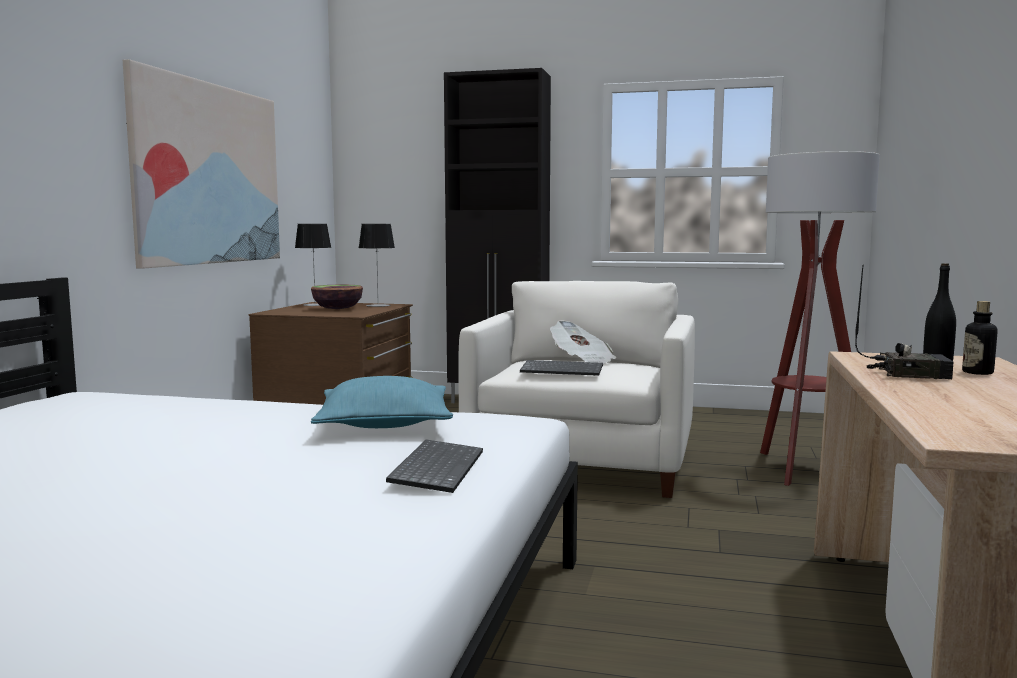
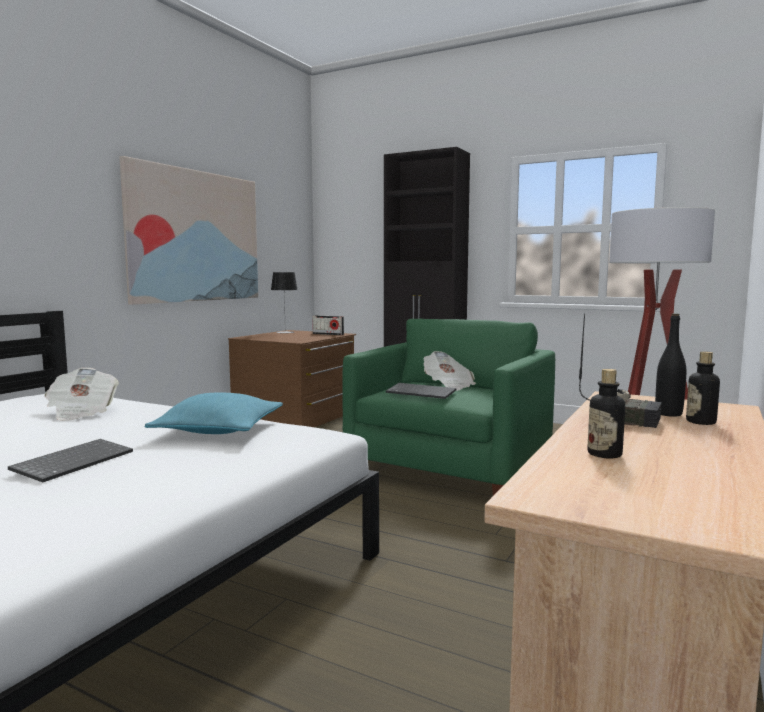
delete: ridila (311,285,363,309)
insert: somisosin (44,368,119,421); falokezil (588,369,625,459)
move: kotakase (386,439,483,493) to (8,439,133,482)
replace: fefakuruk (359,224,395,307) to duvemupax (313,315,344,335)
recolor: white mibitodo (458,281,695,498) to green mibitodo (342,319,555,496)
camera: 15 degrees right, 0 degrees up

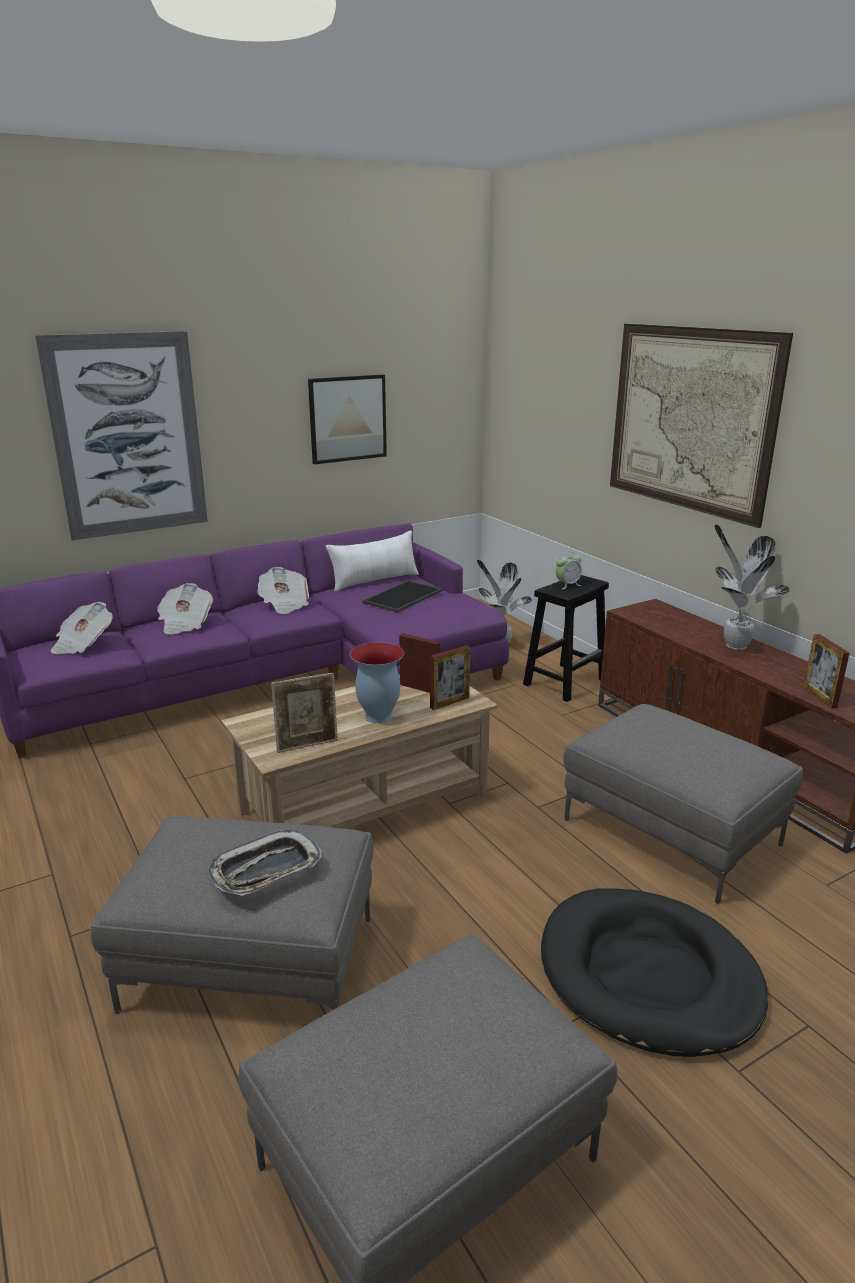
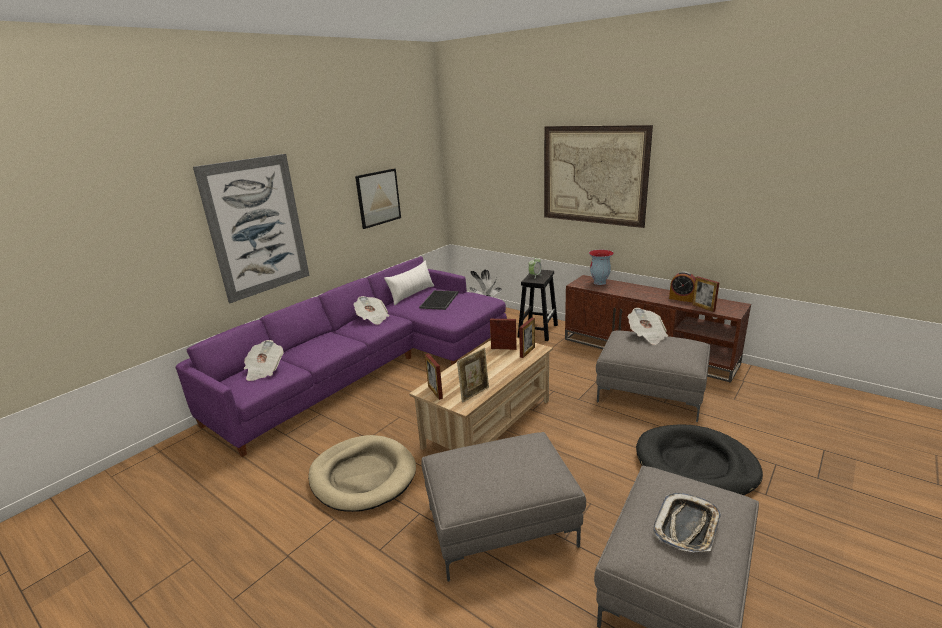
delete: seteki (715,525,790,650)
insert: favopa (669,271,696,302); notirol (425,354,443,400); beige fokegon (308,435,416,512)
move: somisosin (157,583,213,635) to (628,308,668,345); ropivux (350,642,404,723) to (589,250,614,285); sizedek (208,830,322,896) to (653,493,721,552)
camera: 20 degrees left, 0 degrees up

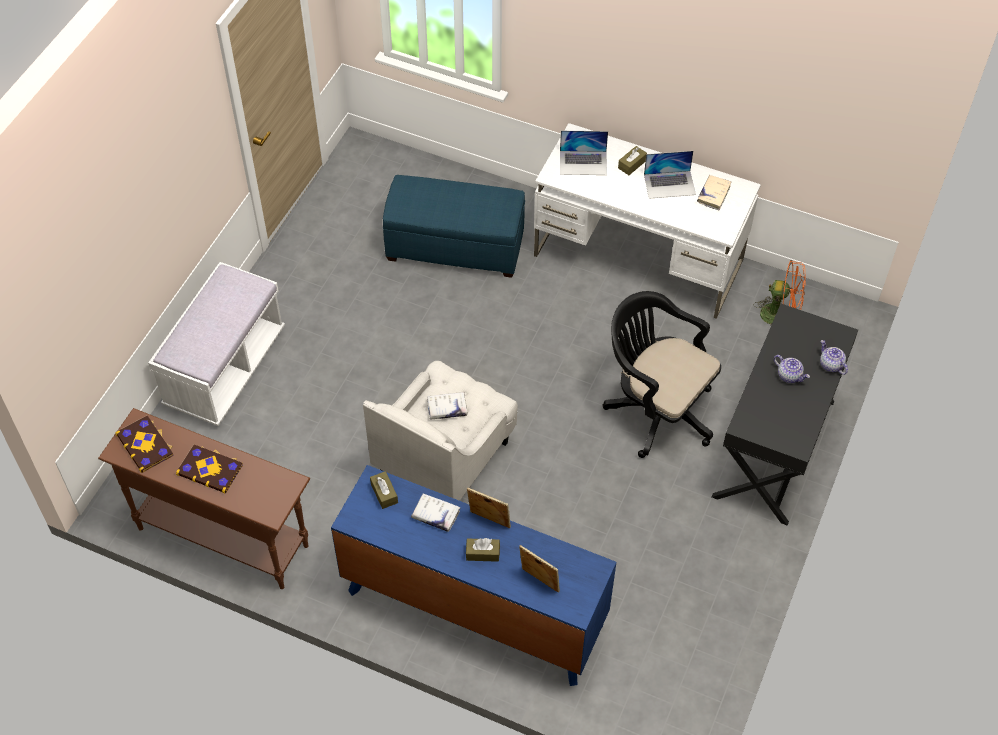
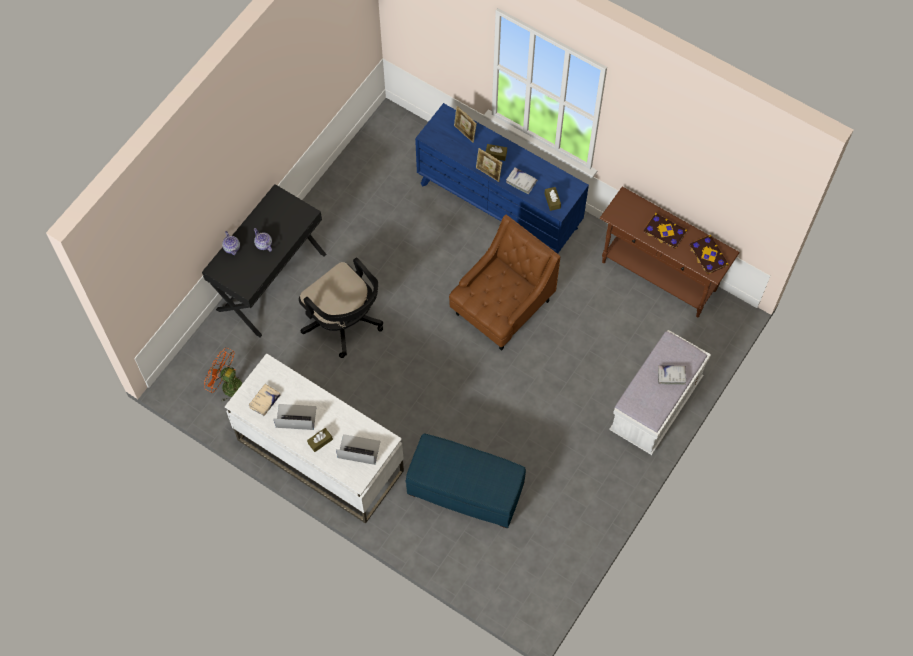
move: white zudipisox (427,392,467,419) to (658,365,686,385)
recolor: white mibitodo (363,361,518,501) to brown mibitodo (449,215,561,351)
camera: 170 degrees left, 10 degrees up

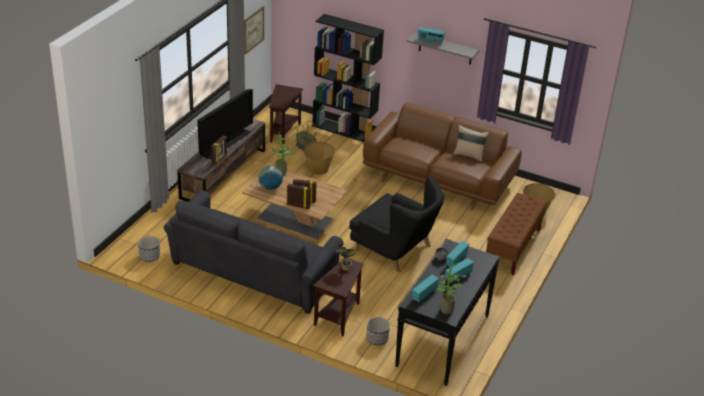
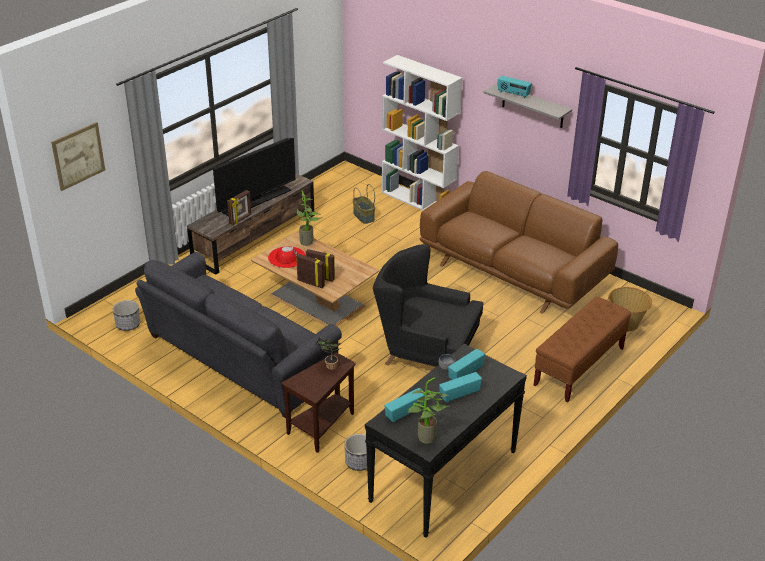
delete: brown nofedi (269,84,303,144); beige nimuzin (453,125,489,162); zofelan (303,142,335,175)
move: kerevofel (244,6,264,55) to (51,122,105,191)
replace: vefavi (258,165,283,190) to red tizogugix (268,246,306,268)
recolor: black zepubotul (312,14,384,142) to white zepubotul (382,55,462,210)
rotate: black mibitodo (349,176,445,273) = (373,244,484,367) 150 degrees clockwise
camera: 15 degrees right, 0 degrees up

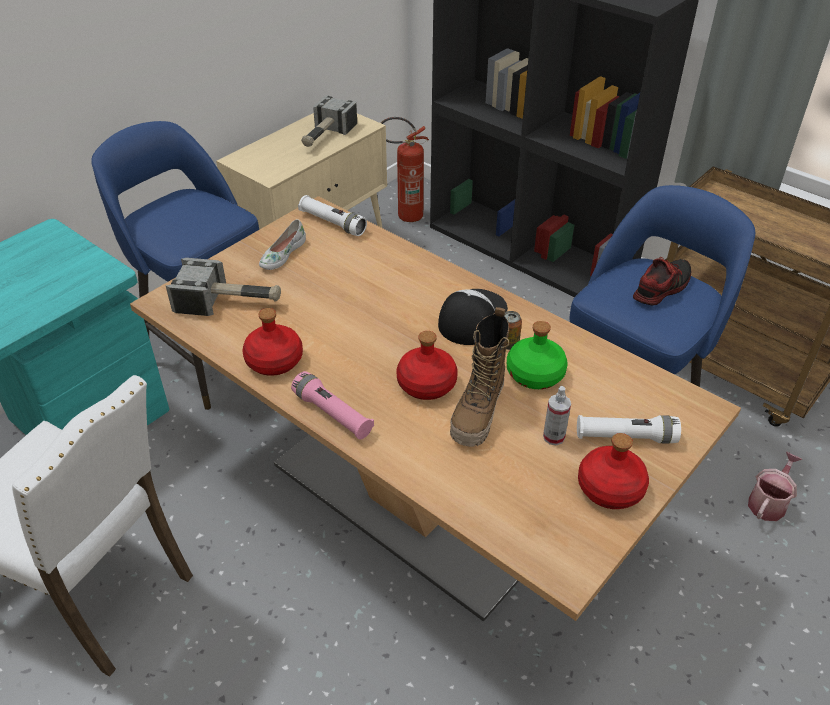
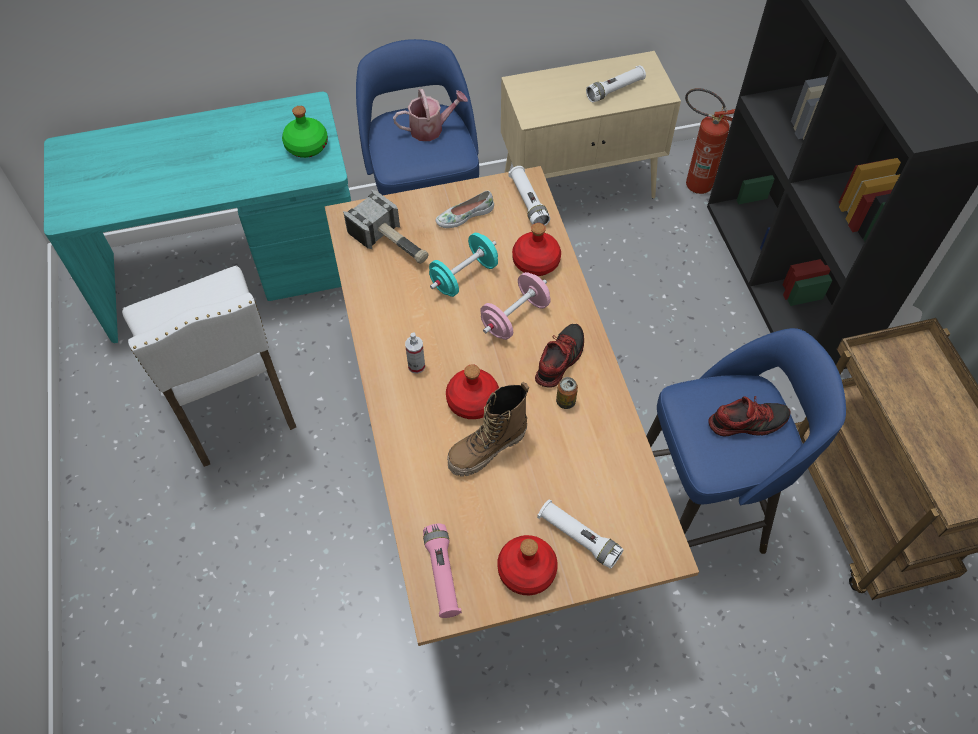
insert: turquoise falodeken (429,233,498,297); pink falodeken (480,272,551,340)
move: red falokezil (242,308,303,376) to (512,223,561,276); green falokezil (507,321,568,389) to (282,106,328,158); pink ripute (291,371,374,439) to (423,524,462,618); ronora (543,386,571,445) to (405,333,425,374); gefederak (748,452,802,521) to (393,89,468,141)
replace: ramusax (301,95,357,147) to white ripute (586,65,646,102); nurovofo (438,289,508,345) to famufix (535,324,584,388)
camera: 35 degrees right, 15 degrees up

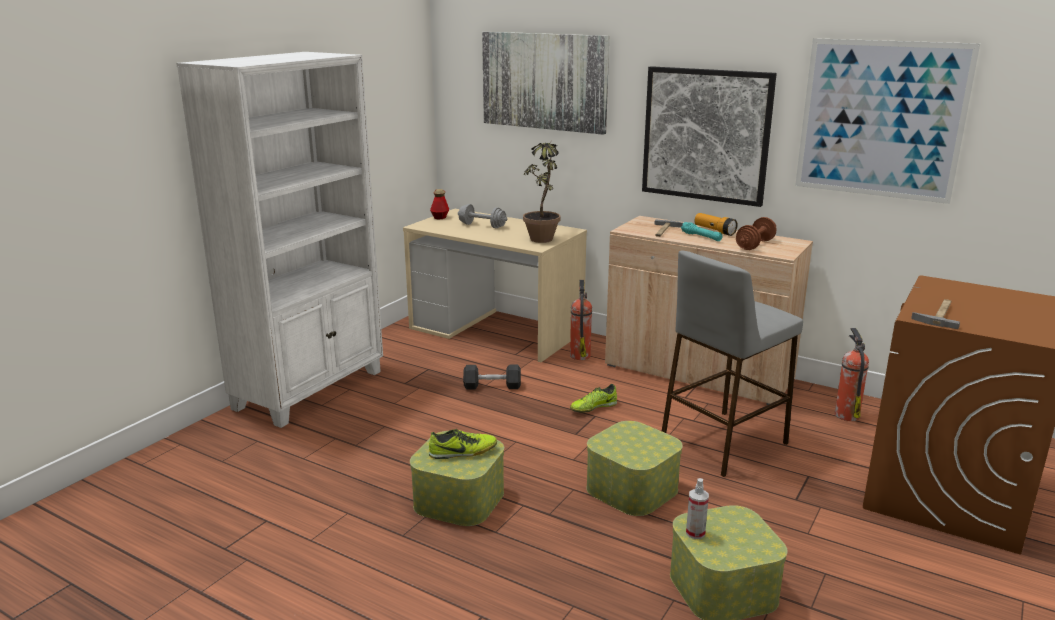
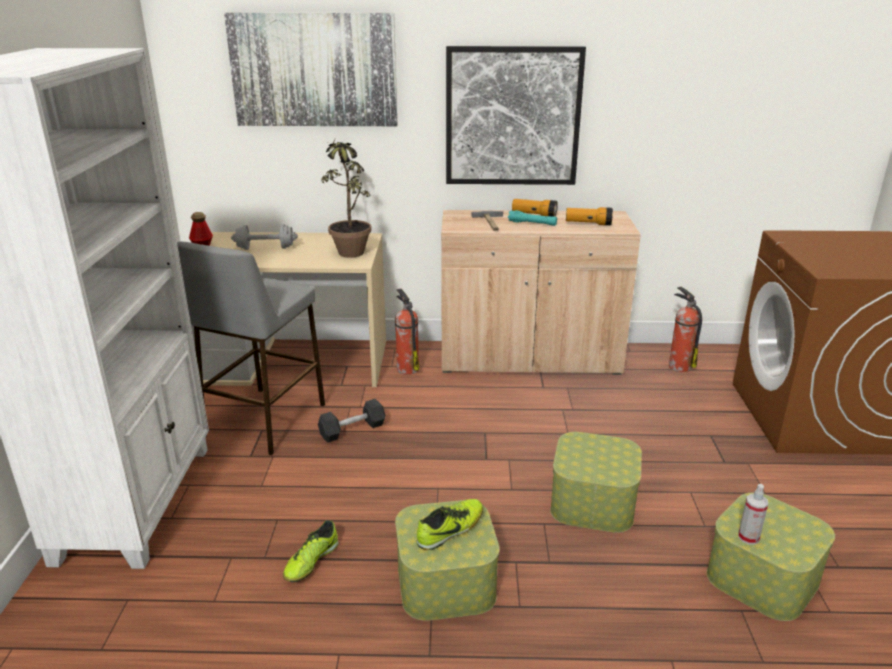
delete: kerevofel (795,38,980,204); ramusax (911,299,960,329)
move: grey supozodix (662,251,803,477) to (177,241,325,455); famufix (570,384,617,413) to (283,520,339,582)
replace: brown falodeken (736,217,776,250) to ripute (566,207,613,225)
camera: 30 degrees left, 5 degrees up

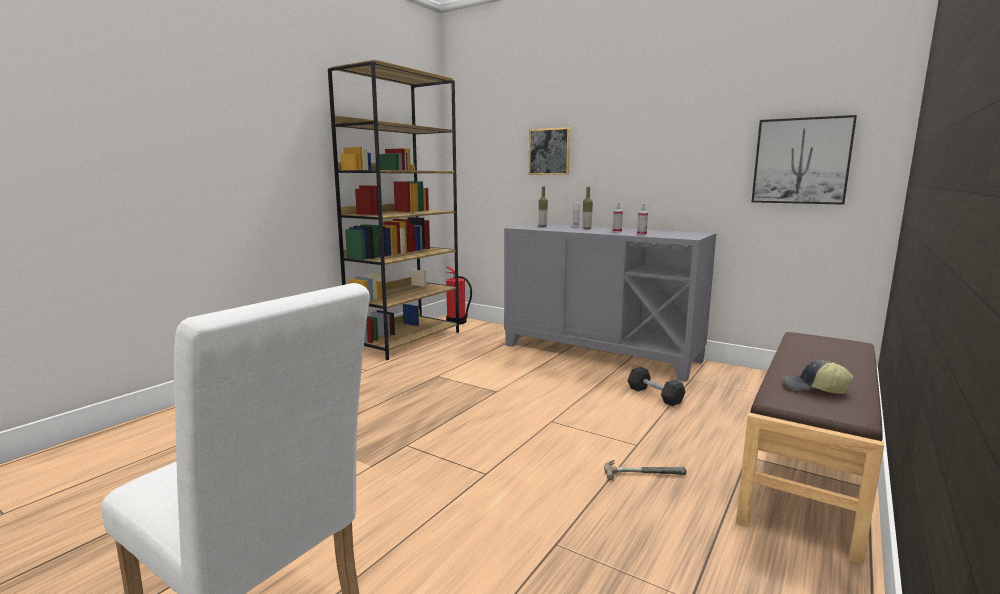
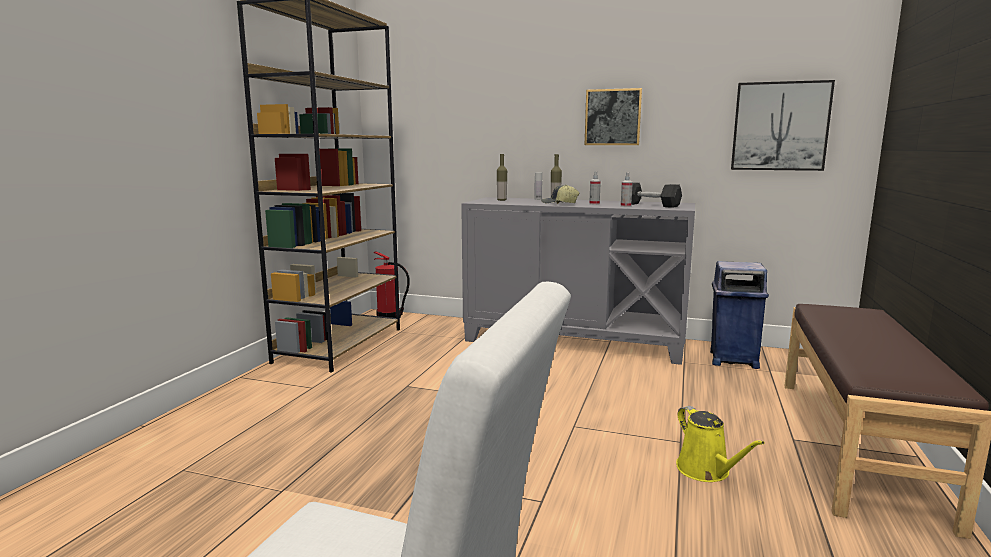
insert: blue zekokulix (710,261,769,369)
move: kerevofel (529,127,570,175) to (584,88,642,145); nurovofo (783,360,853,394) to (541,185,580,204); grey falodeken (627,367,686,406) to (631,182,682,208)
replace: ramusax (604,460,686,480) to yellow gefederak (676,406,765,482)
camera: 15 degrees left, 0 degrees up

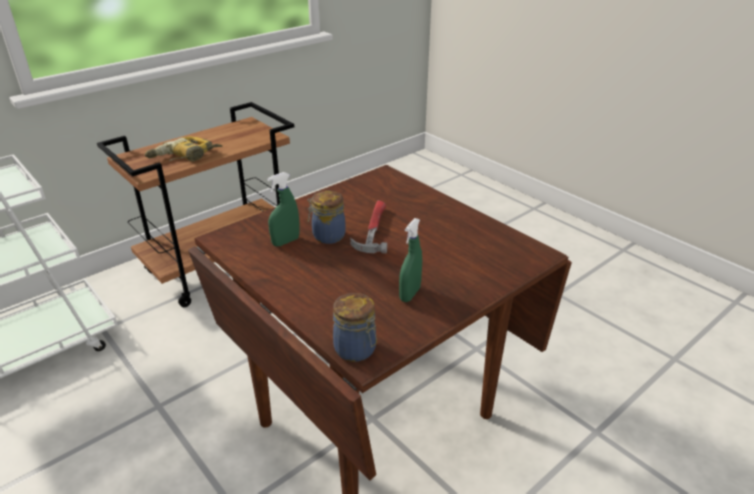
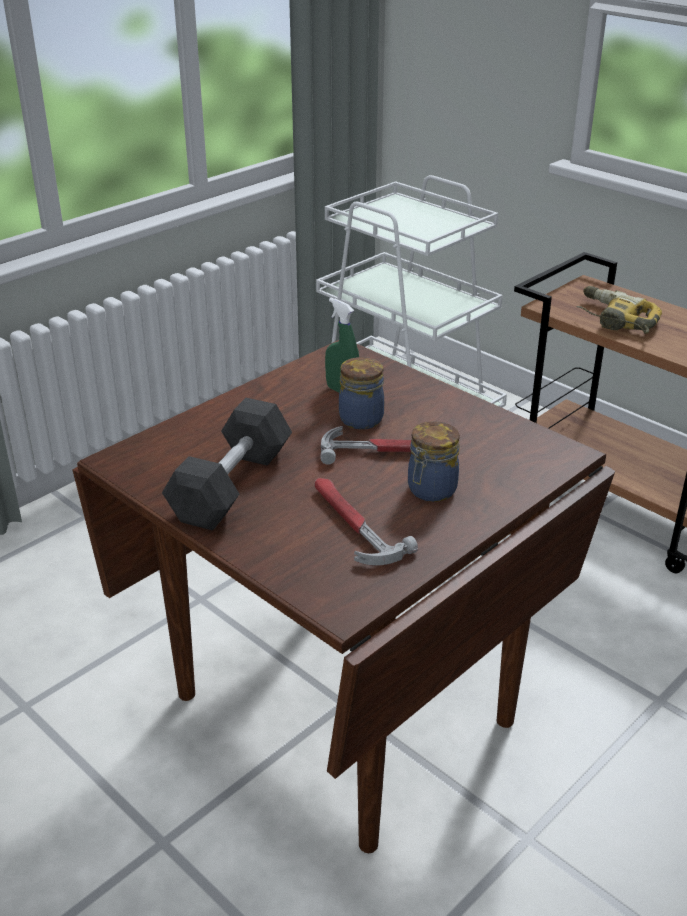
insert: ramusax (315,478,418,566)
move: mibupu (333,293,377,362) to (408,421,460,502)
replace: green ronora (399,218,422,302) to grey falodeken (162,398,292,531)
camera: 85 degrees right, 0 degrees up

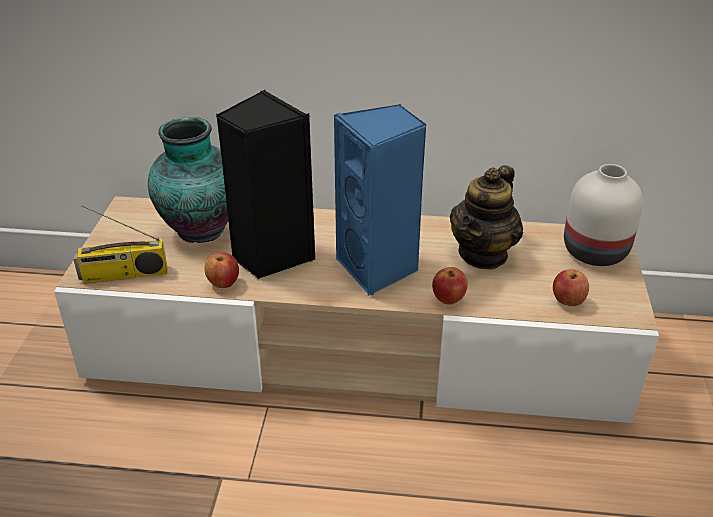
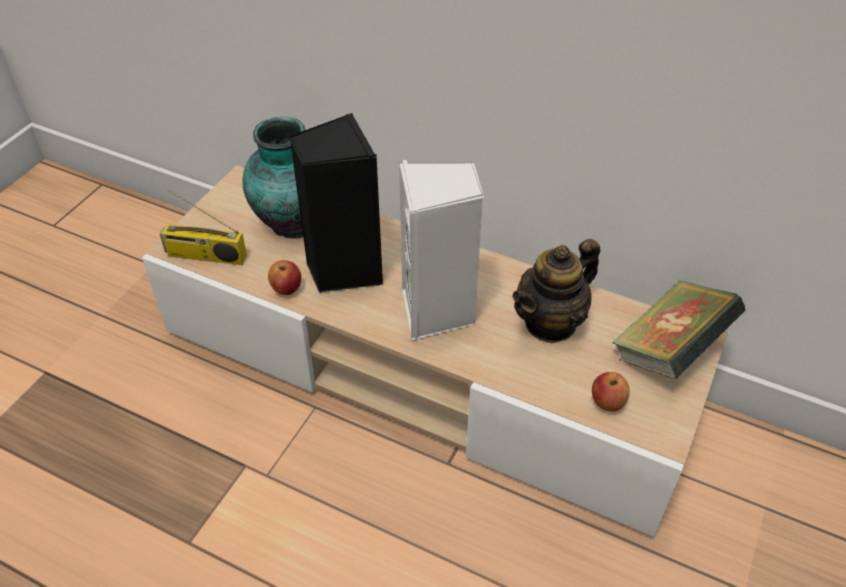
delete: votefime (432,267,468,305)
replace: white ropivux (564,164,643,266) to zudipisox (612,280,745,379)
recolor: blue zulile (334,104,427,296) to white zulile (399,160,484,340)
camera: 20 degrees right, 10 degrees up

